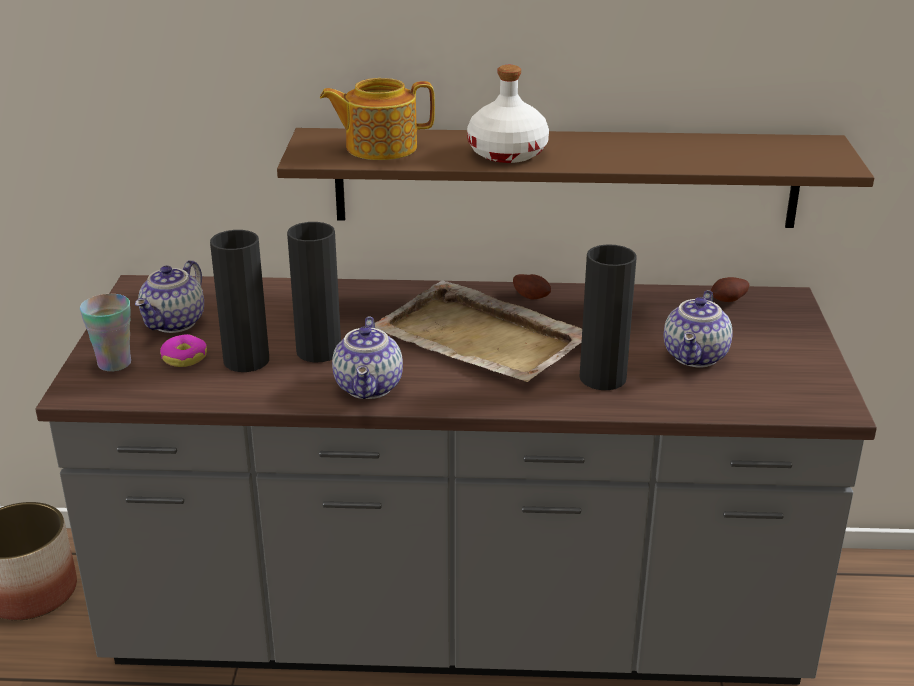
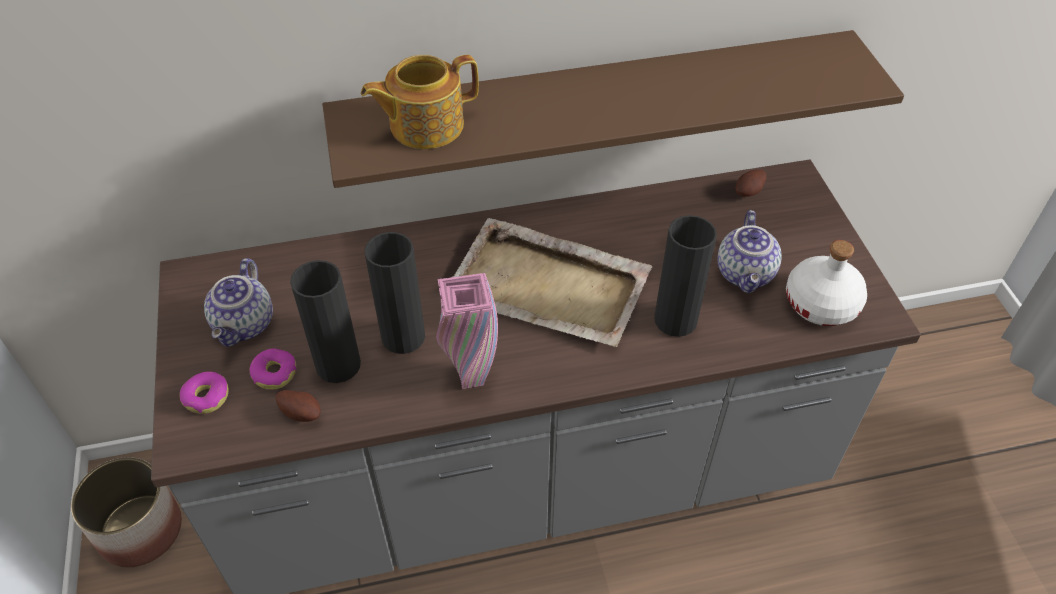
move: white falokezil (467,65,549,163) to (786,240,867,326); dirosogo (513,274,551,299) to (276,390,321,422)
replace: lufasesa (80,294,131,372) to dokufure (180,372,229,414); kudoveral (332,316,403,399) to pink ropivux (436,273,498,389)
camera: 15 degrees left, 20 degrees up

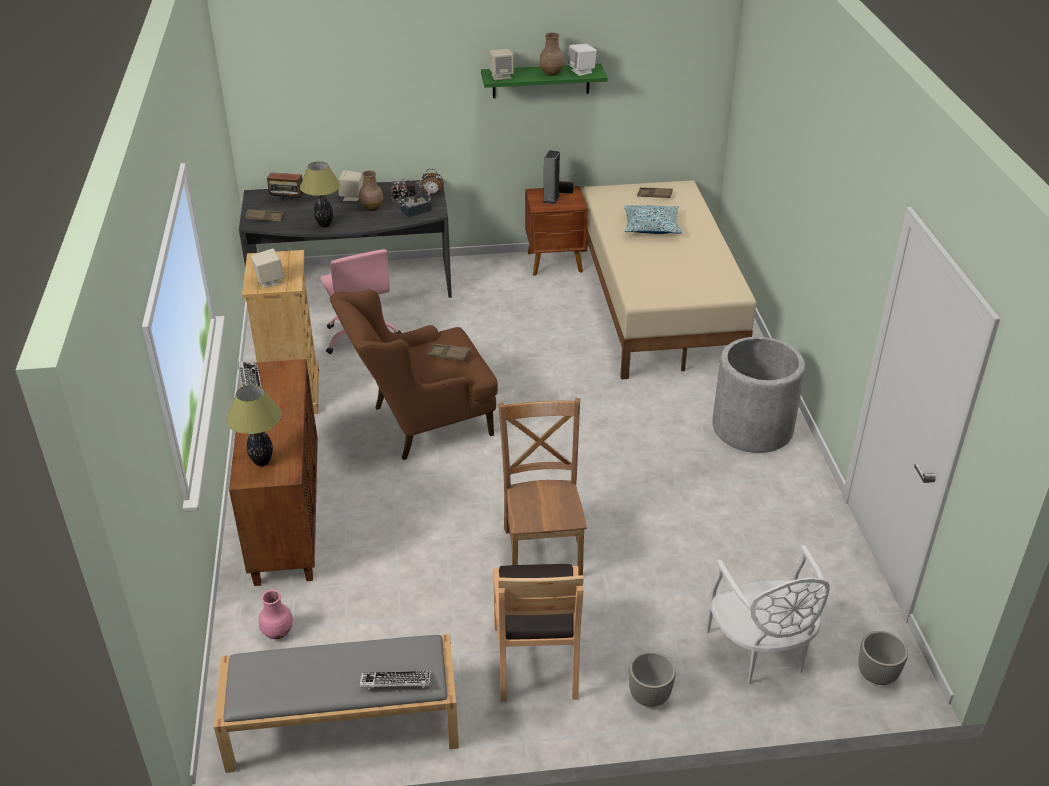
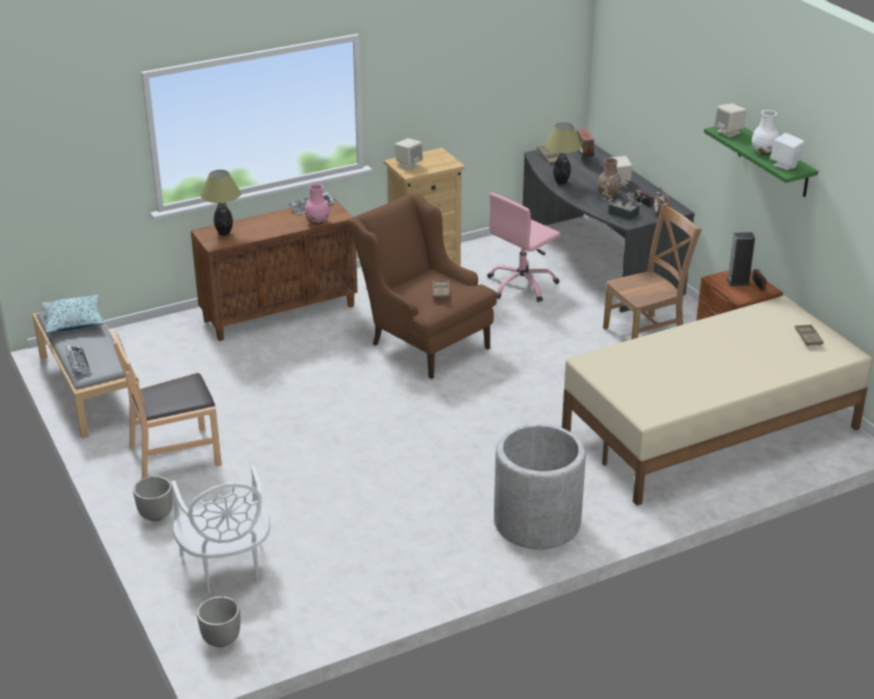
move: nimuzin (624,205,682,234) to (42,295,105,334); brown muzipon (498,398,587,575) to (603,202,702,340); pink ropivux (259,590,293,639) to (305,184,330,225)
recolor: brown ropivux (539,33,564,76) to white ropivux (752,110,779,155)
rotate: white muzipon (706,545,830,684) = (171,465,270,593) 75 degrees counterclockwise
camera: 70 degrees right, 5 degrees down

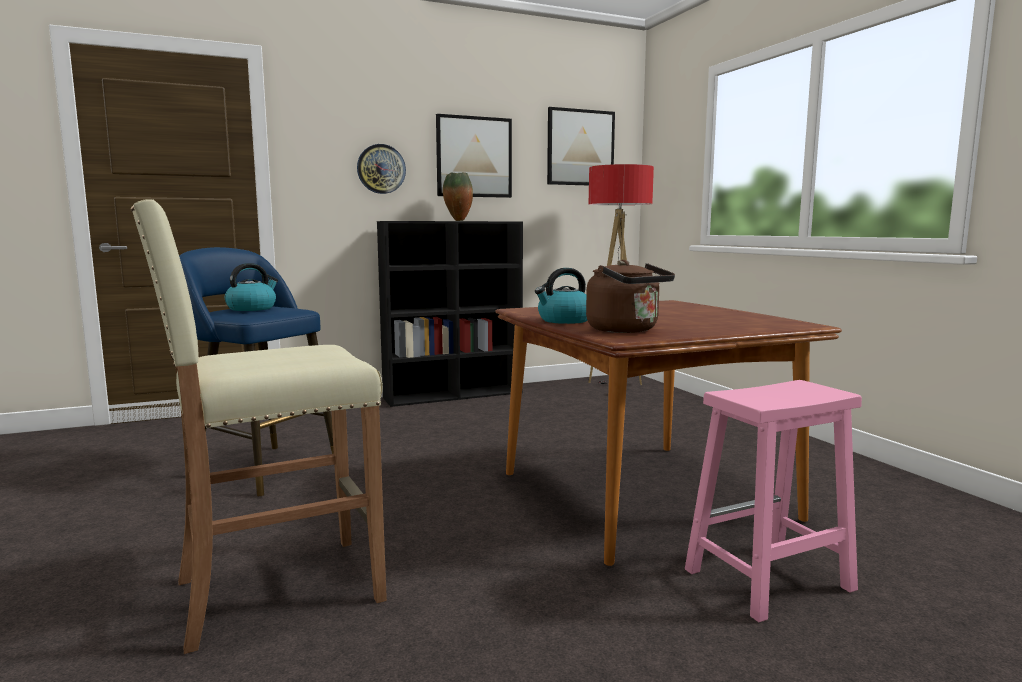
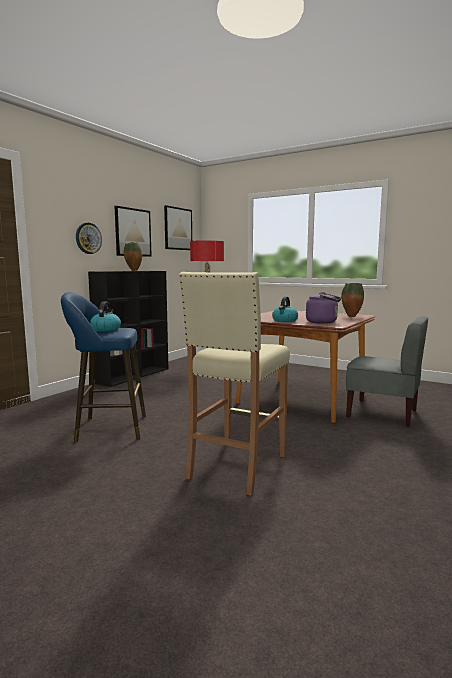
insert: ropivux (341,283,364,317)
replace: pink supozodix (685,380,862,622) to grey muzipon (346,316,428,427)
recolor: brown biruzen (586,260,675,333) to purple biruzen (306,292,341,324)
camera: 35 degrees left, 0 degrees up

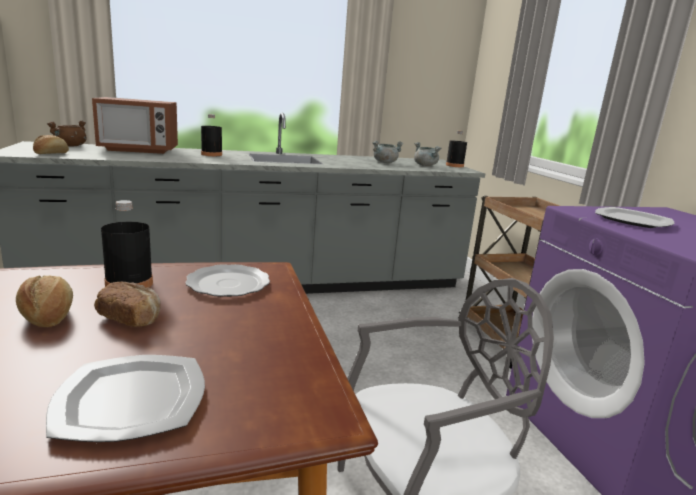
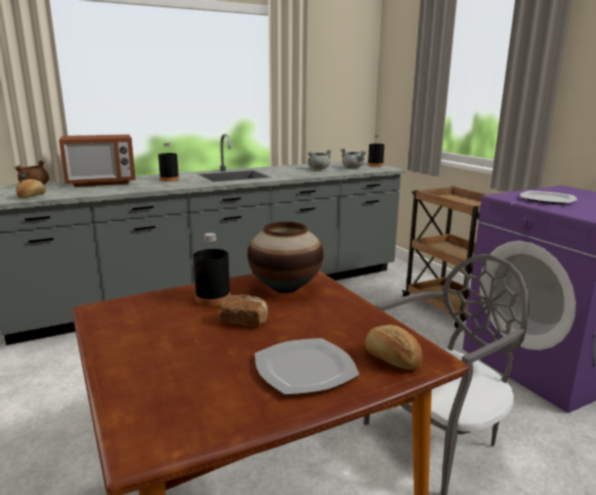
move: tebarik (16,275,73,327) to (364,325,423,370)
replace: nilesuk (185,264,270,297) to ropivux (247,222,323,293)
camera: 10 degrees left, 0 degrees up

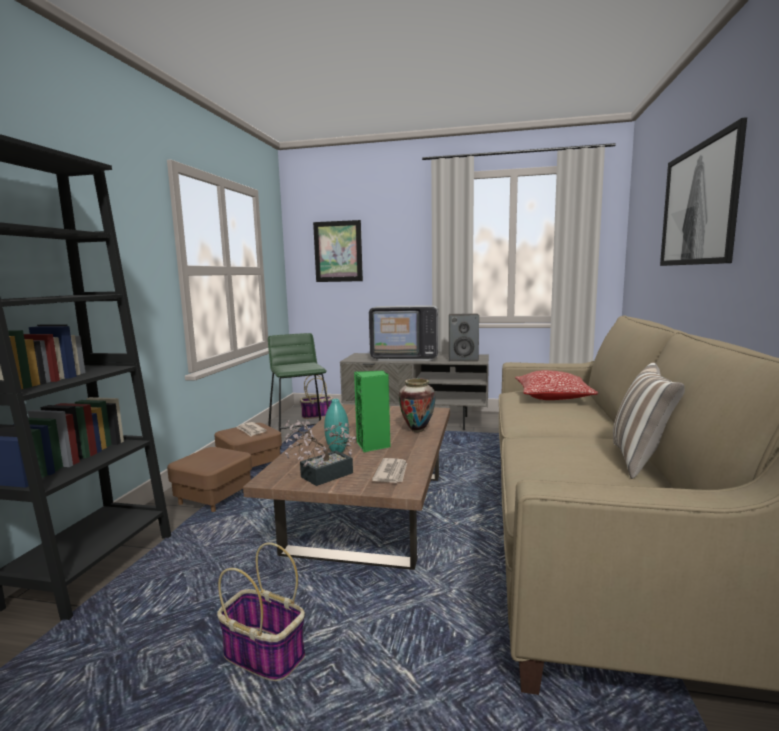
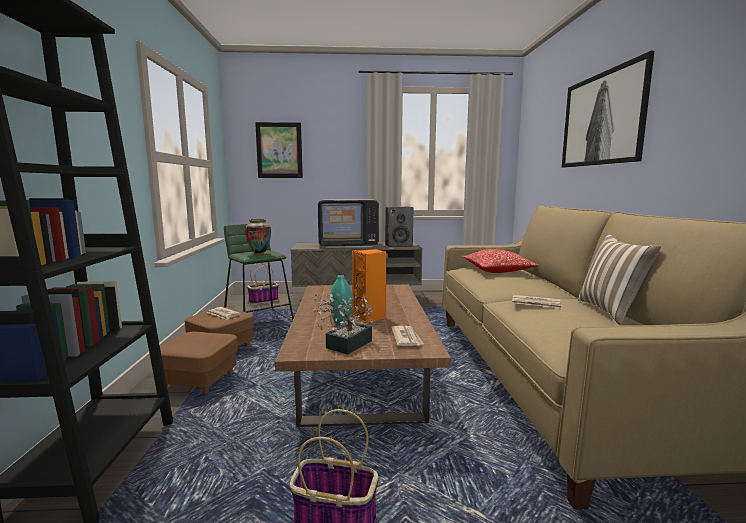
insert: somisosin (512,295,563,310)
move: ropivux (399,378,436,432) to (245,219,271,255)
recolor: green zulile (354,371,390,452) to orange zulile (352,249,387,323)
camera: 15 degrees left, 0 degrees up

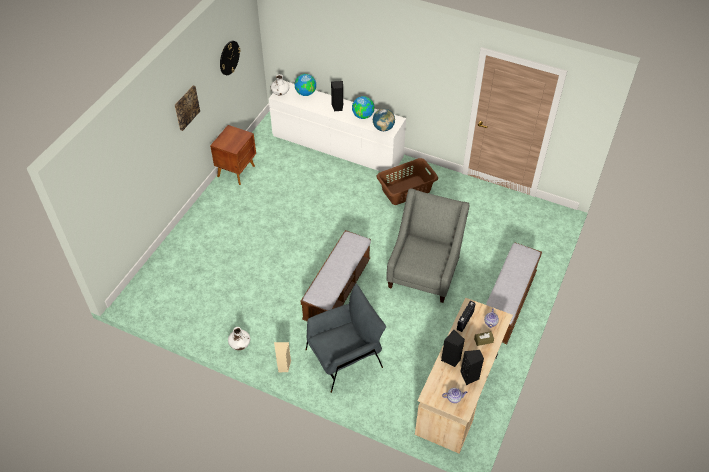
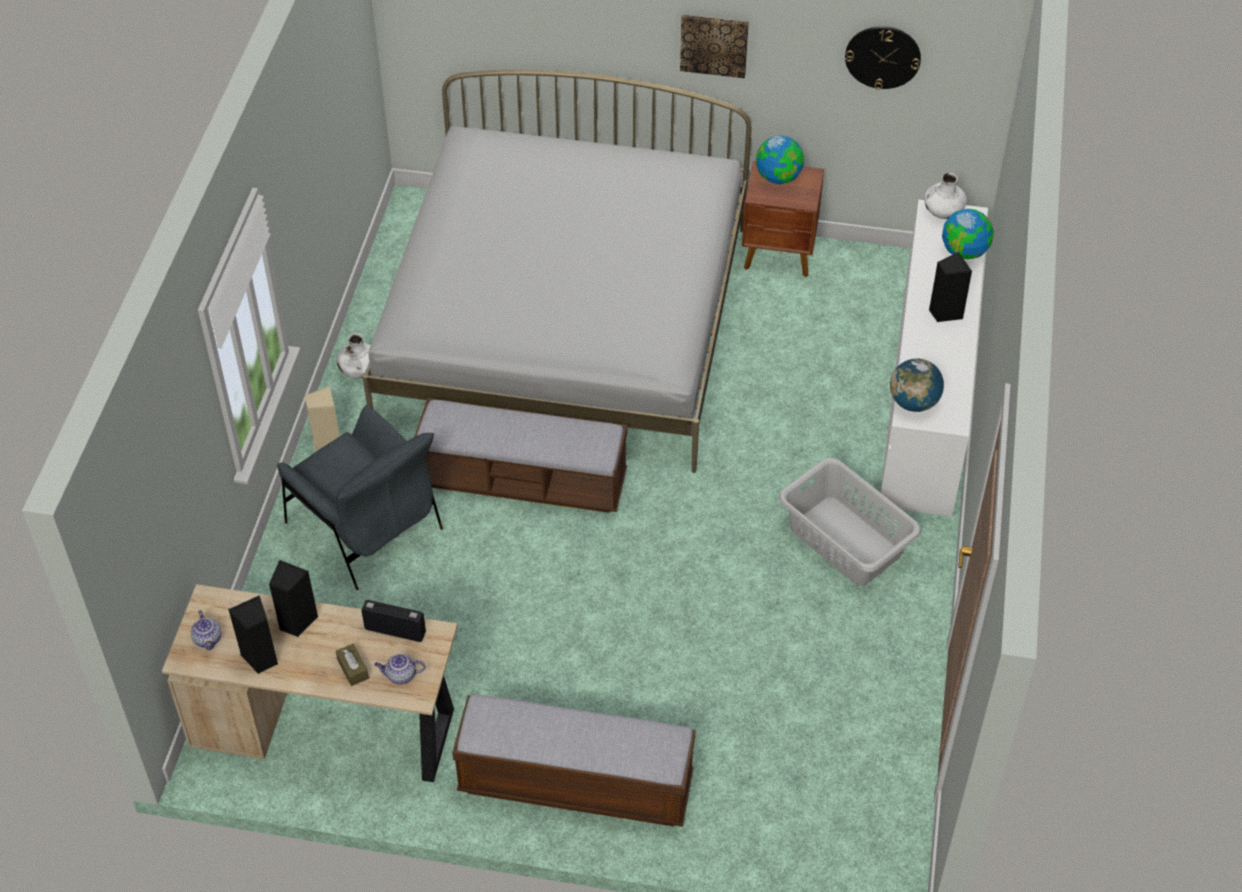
delete: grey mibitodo (386,188,469,303)
insert: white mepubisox (363,70,752,473)
move: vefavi (352,96,374,119) to (756,136,804,184)
recolor: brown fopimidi (376,158,438,205) to grey fopimidi (779,458,921,586)
camera: 75 degrees right, 0 degrees up

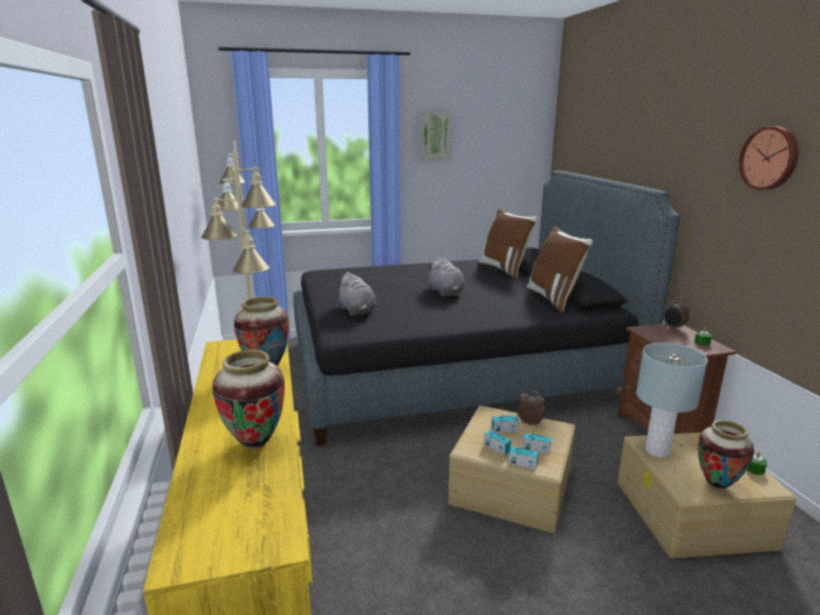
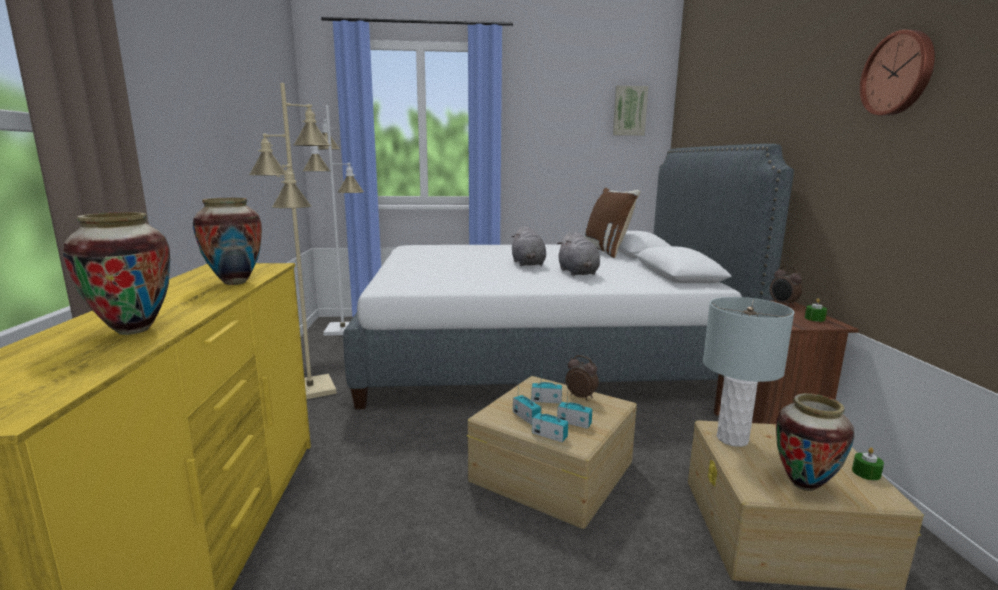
delete: brown nimuzin (527,226,593,312)
move: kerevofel (420,113,452,161) to (613,85,649,136); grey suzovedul (337,272,376,316) to (557,232,600,276)
recolor: black mepubisox (293,170,680,446) to white mepubisox (343,144,794,409)
camera: 10 degrees right, 5 degrees down

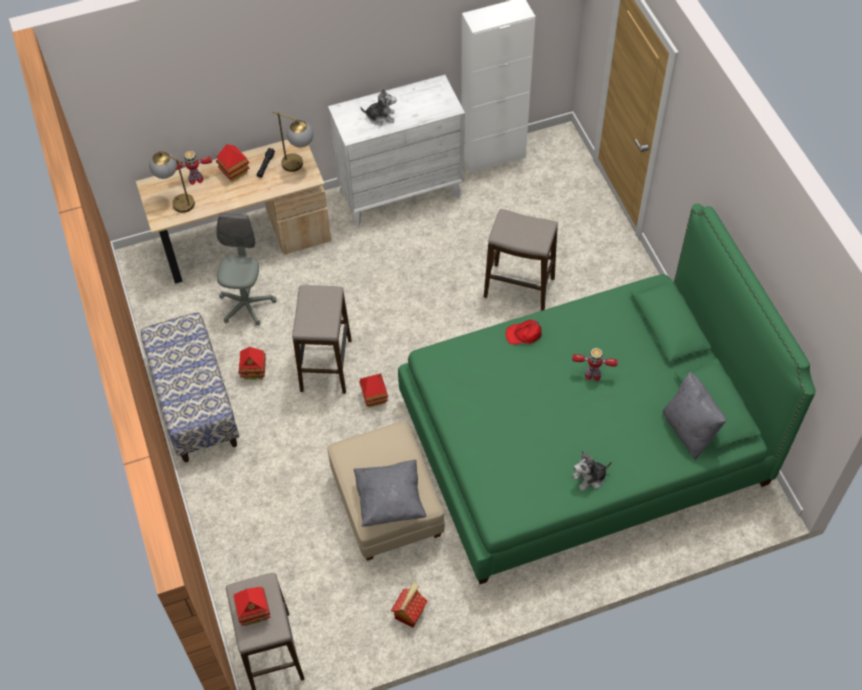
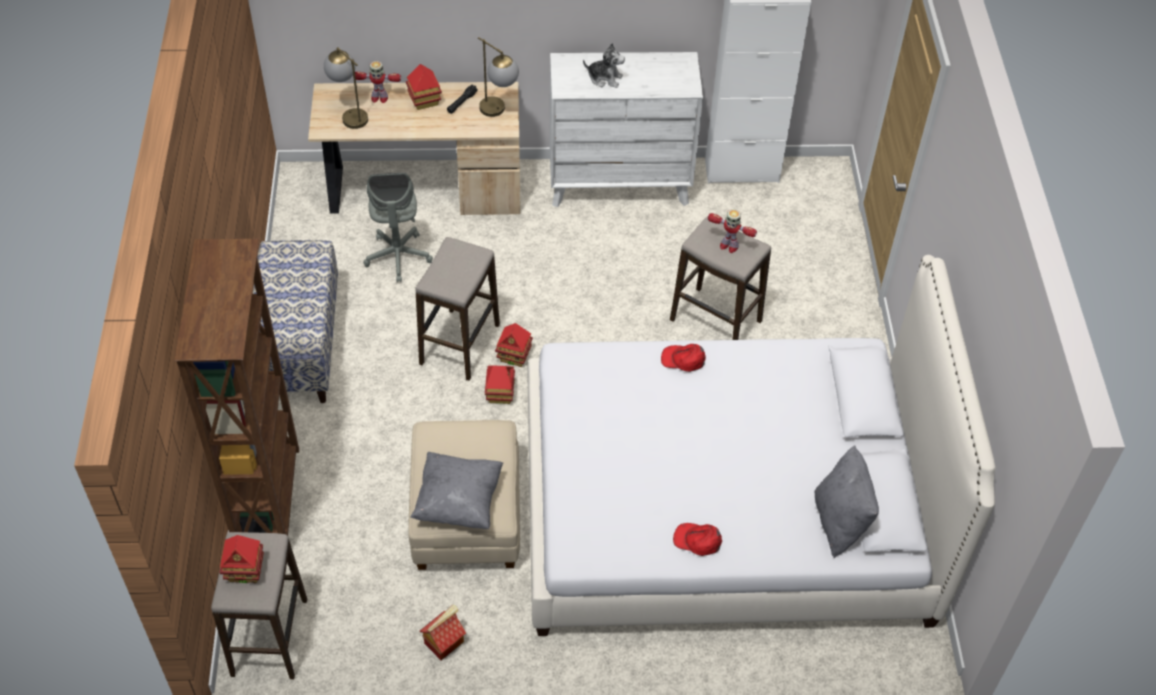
insert: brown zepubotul (174,239,299,536)
move: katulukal (239,347,266,380) to (495,323,533,367); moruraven (572,348,618,381) to (708,209,757,253)
replace: suzovedul (572,450,612,491) to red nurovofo (673,523,722,556)
recolor: green mepubisox (398,203,816,584) to white mepubisox (528,255,995,636)
rotate: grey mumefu (216,213,277,326) = (363,173,433,283) 150 degrees clockwise
camera: 15 degrees right, 5 degrees down

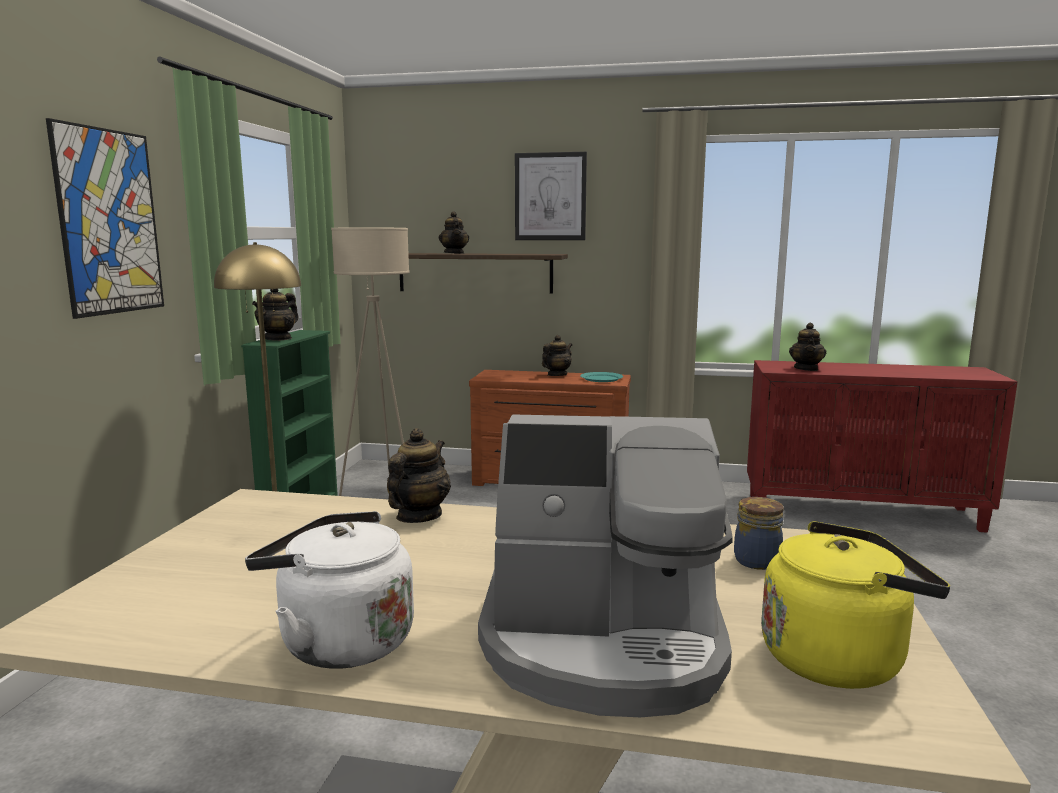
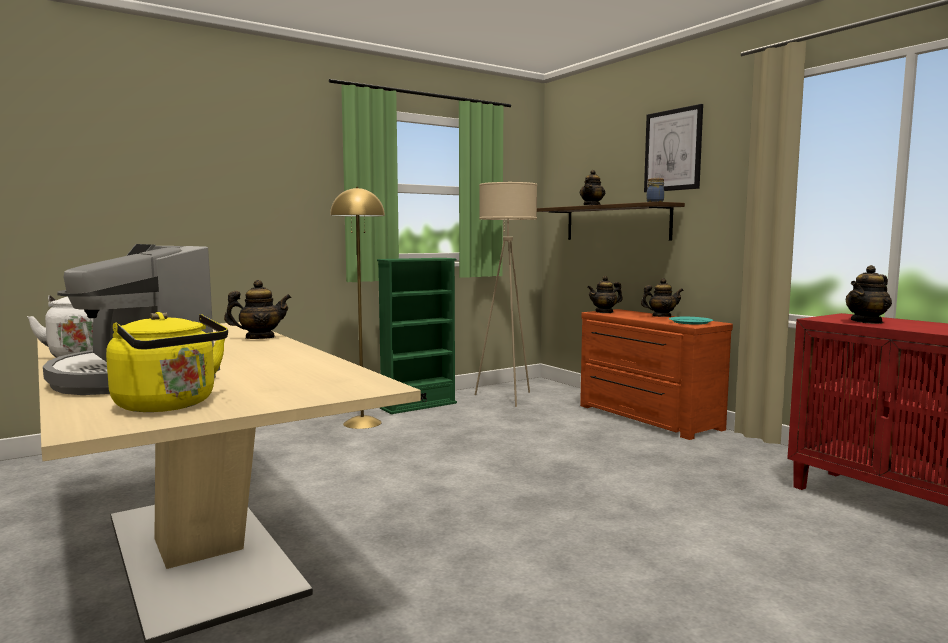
delete: kerevofel (46,118,164,319)
move: kudoveral (252,289,299,341) to (587,276,623,313); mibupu (734,497,784,570) to (647,178,664,202)
camera: 45 degrees right, 5 degrees down

